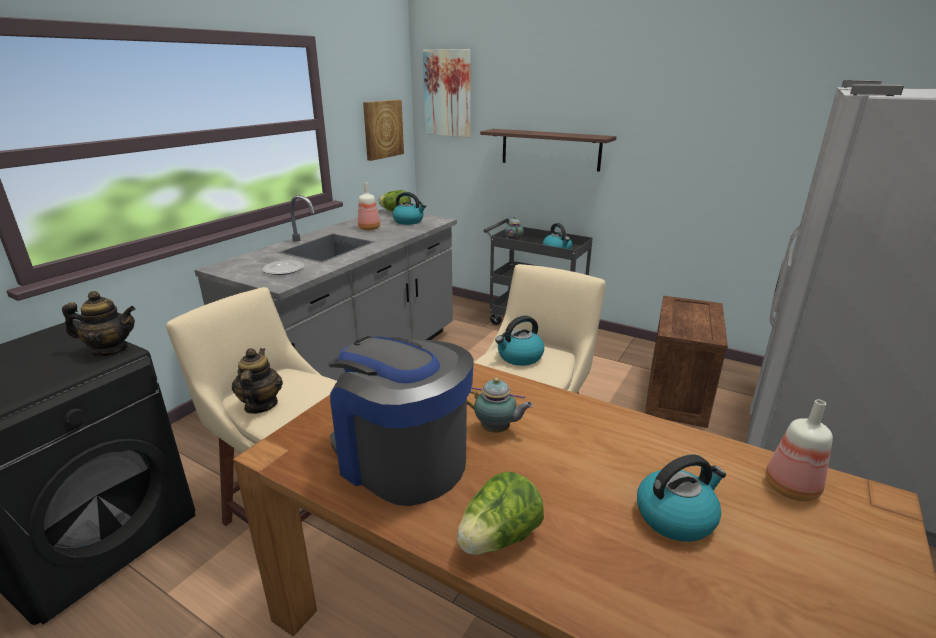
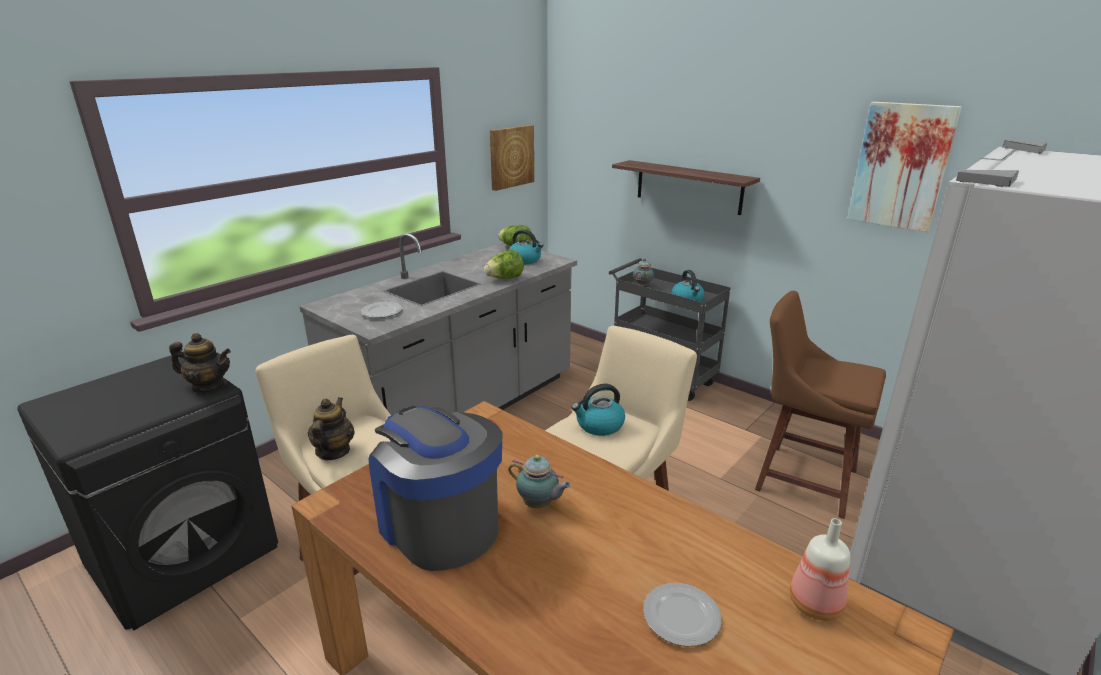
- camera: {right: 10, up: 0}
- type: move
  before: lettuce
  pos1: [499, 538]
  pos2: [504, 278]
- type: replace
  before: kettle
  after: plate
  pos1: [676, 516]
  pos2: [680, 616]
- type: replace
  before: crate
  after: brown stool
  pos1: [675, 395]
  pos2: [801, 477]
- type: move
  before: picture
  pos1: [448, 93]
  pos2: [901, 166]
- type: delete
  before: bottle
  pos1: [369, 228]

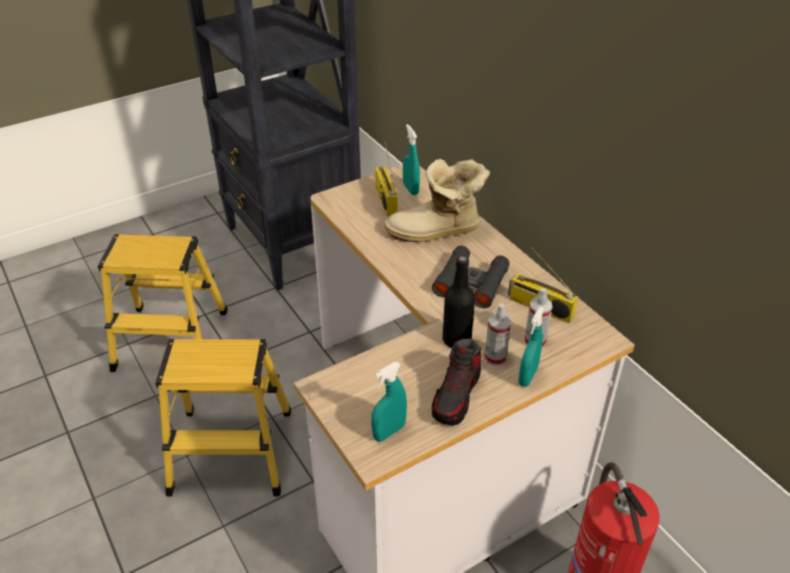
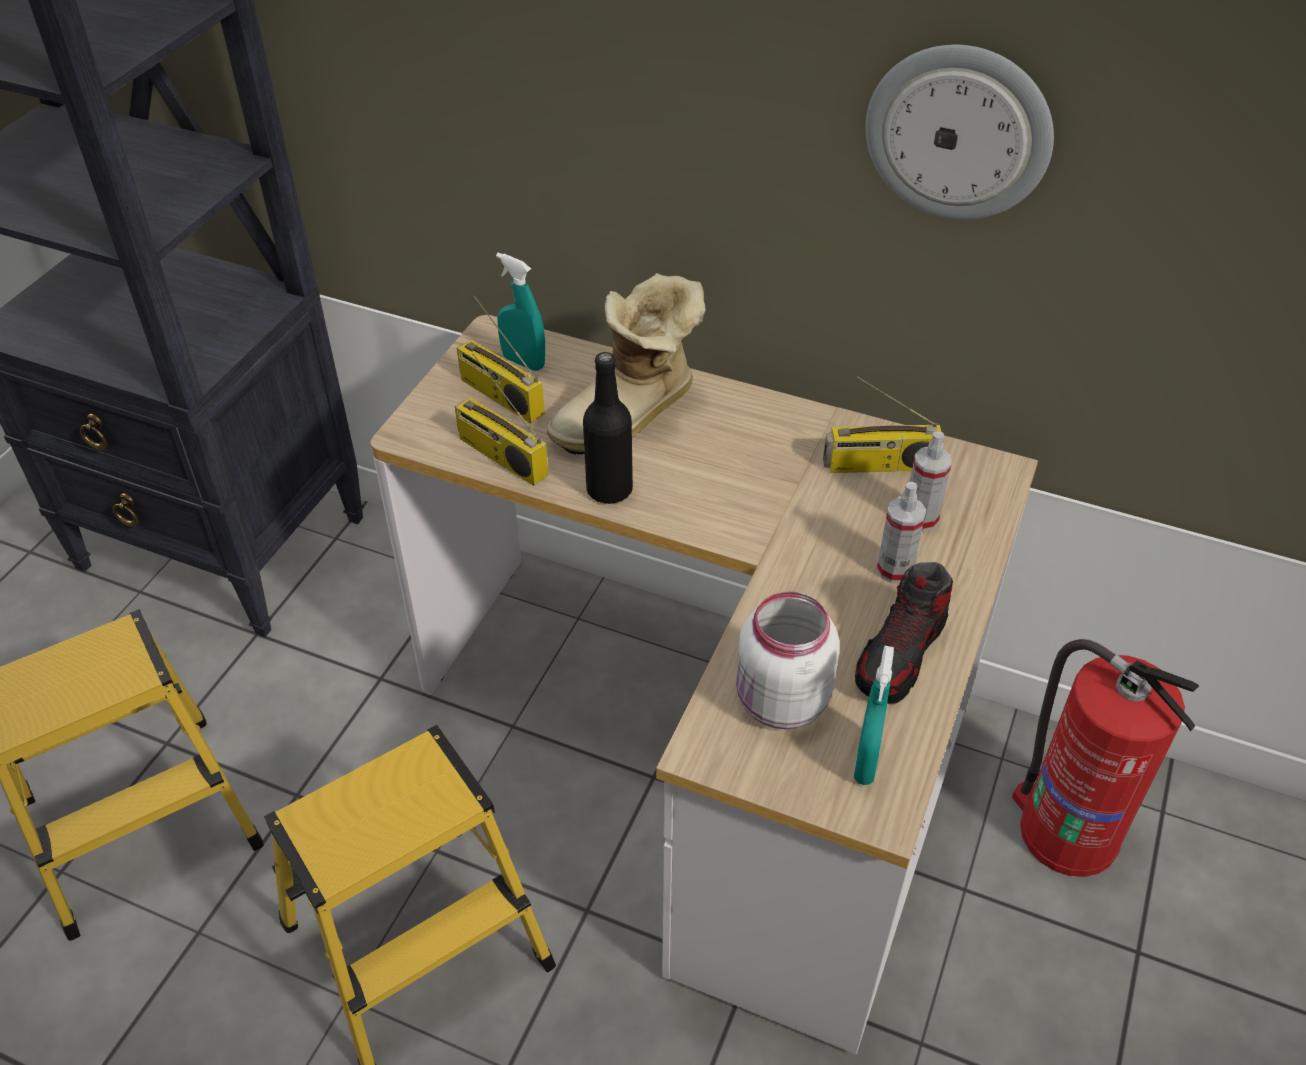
- camera: {right: -35, up: 5}
- type: insert
  after: radio
  pos2: [500, 456]
- type: move
  before: black bottle
  pos1: [456, 340]
  pos2: [609, 490]
- type: insert
  after: white jar
  pos2: [780, 702]
- type: rotate
  before: shoe
  pos1: [456, 396]
  pos2: [900, 655]
  turn: 45
- type: insert
  after: wall clock
  pos2: [958, 132]
- type: delete
  before: black binoculars
  pos1: [471, 282]
- type: delete
  before: turquoise spray bottle
  pos1: [527, 376]

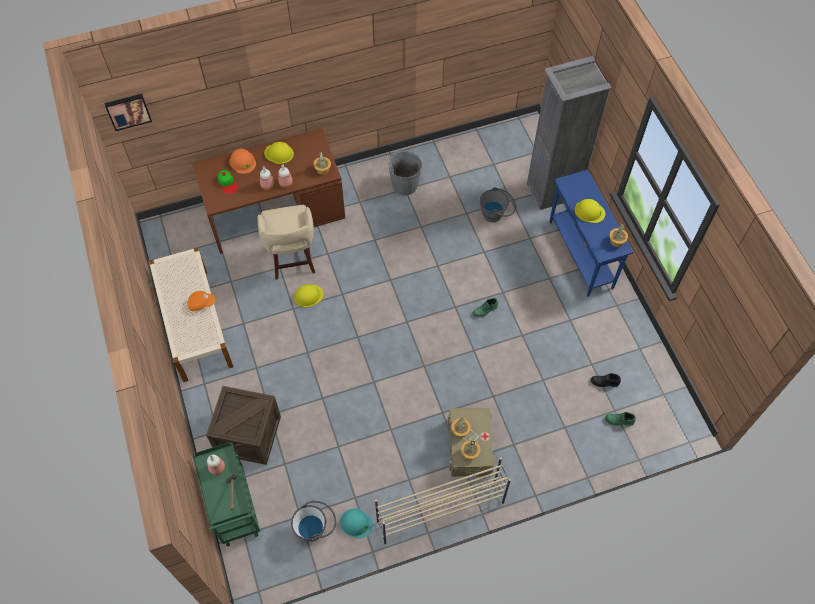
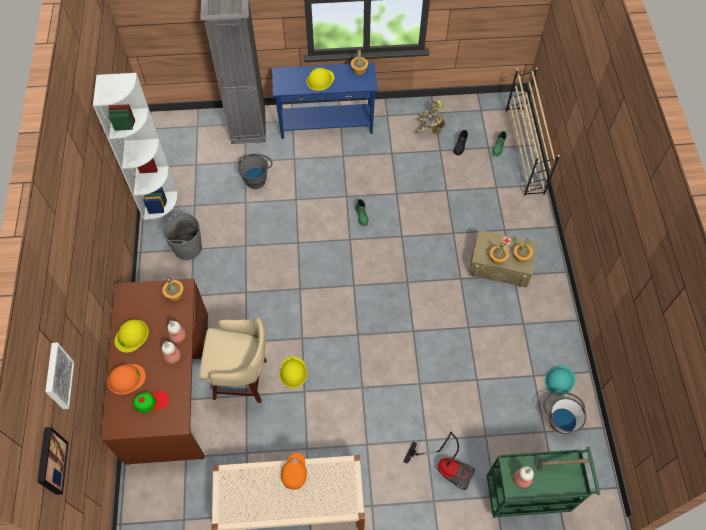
- camera: {right: -75, up: 0}
- type: insert
  after: picture
  pos2: [57, 376]
- type: insert
  after: white bookcase
  pos2: [160, 207]
- type: replace
  before: crate
  after: vacuum cleaner
  pos1: [248, 435]
  pos2: [445, 467]
- type: insert
  after: potted plant
  pos2: [429, 127]
- type: move
  before: beige shoe rack
  pos1: [440, 512]
  pos2: [524, 152]

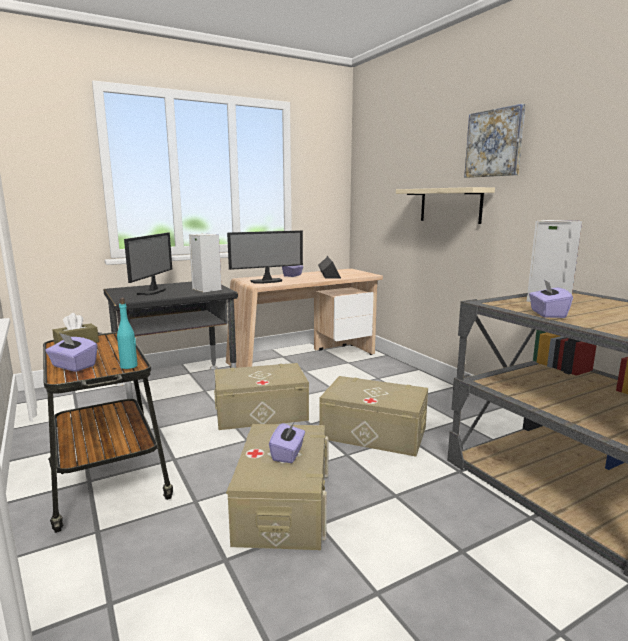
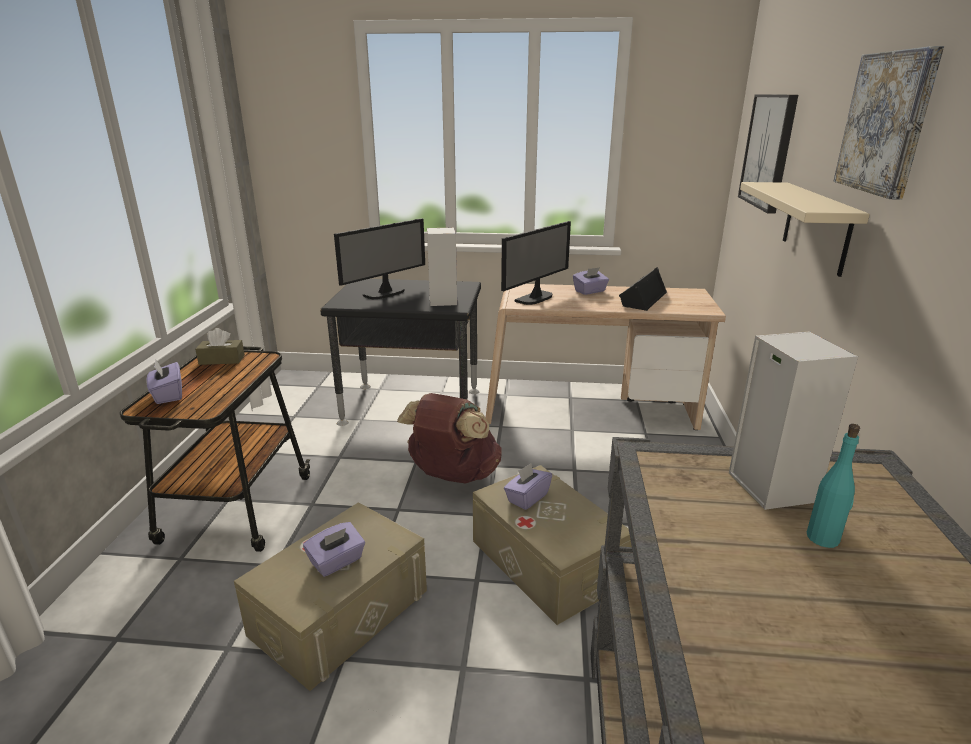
- camera: {right: 35, up: 10}
- type: replace
  before: beige storage box
  after: brown backpack
  pos1: [260, 412]
  pos2: [452, 476]
- type: rotate
  before: monitor
  pos1: [267, 281]
  pos2: [535, 298]
  turn: -60
- type: move
  before: purple tissue box
  pos1: [547, 314]
  pos2: [527, 498]
- type: insert
  after: picture
  pos2: [768, 151]
- type: move
  before: turquoise bottle
  pos1: [129, 366]
  pos2: [823, 538]

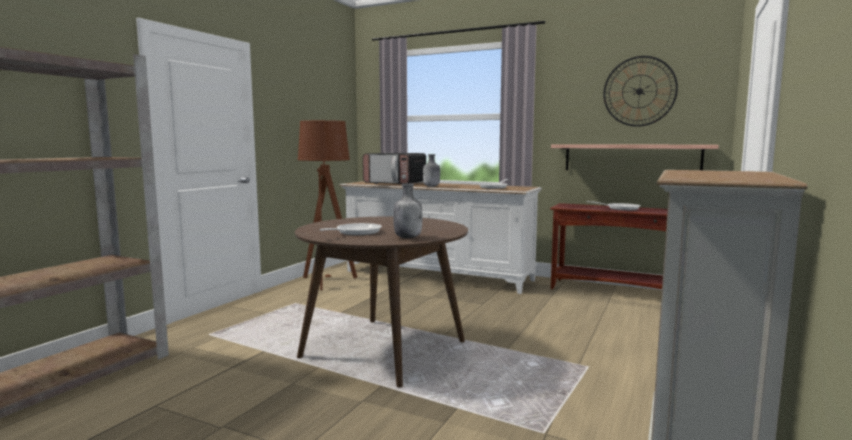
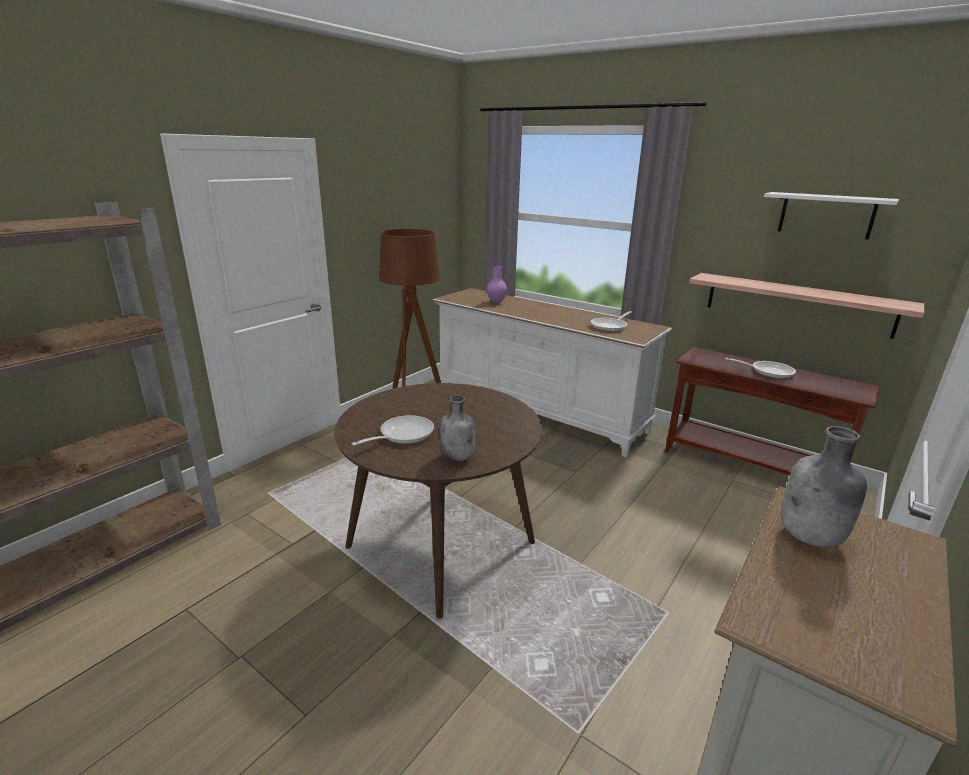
- camera: {right: 10, up: 15}
- type: replace
  before: microwave
  after: purple vase
  pos1: [395, 183]
  pos2: [497, 302]
- type: replace
  before: wall clock
  after: white shelf
  pos1: [639, 91]
  pos2: [826, 215]
- type: move
  before: grey bottle
  pos1: [431, 186]
  pos2: [810, 537]

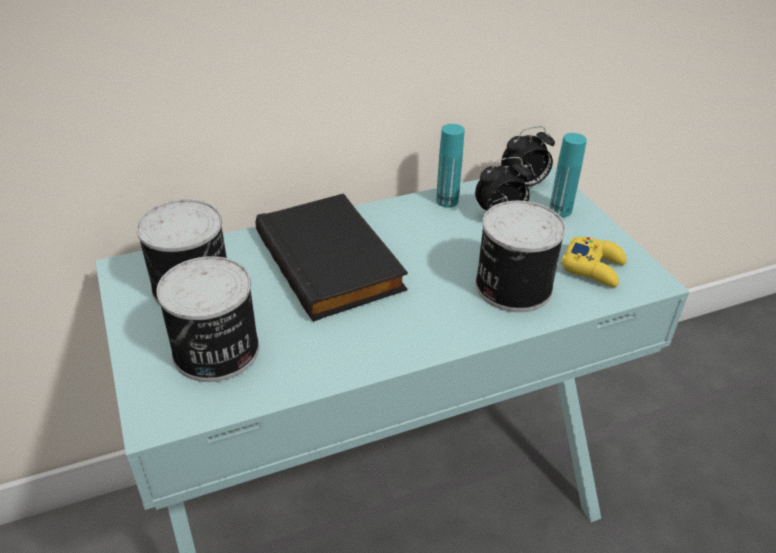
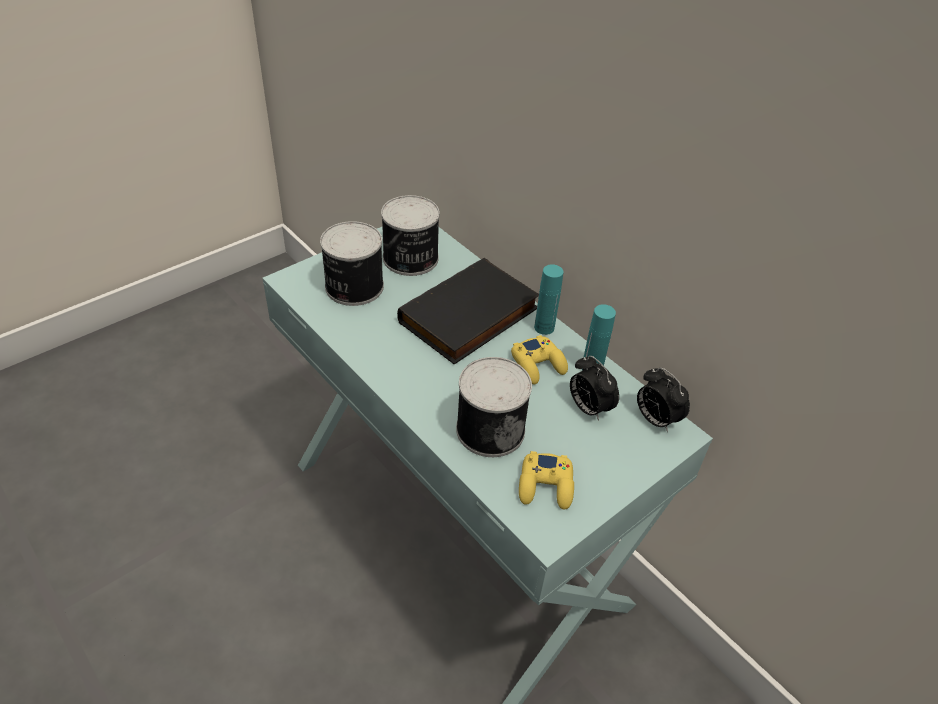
- camera: {right: 70, up: 5}
- type: insert
  after: yellow game controller
  pos2: [538, 364]
- type: move
  before: turquoise bottle
  pos1: [560, 210]
  pos2: [544, 327]

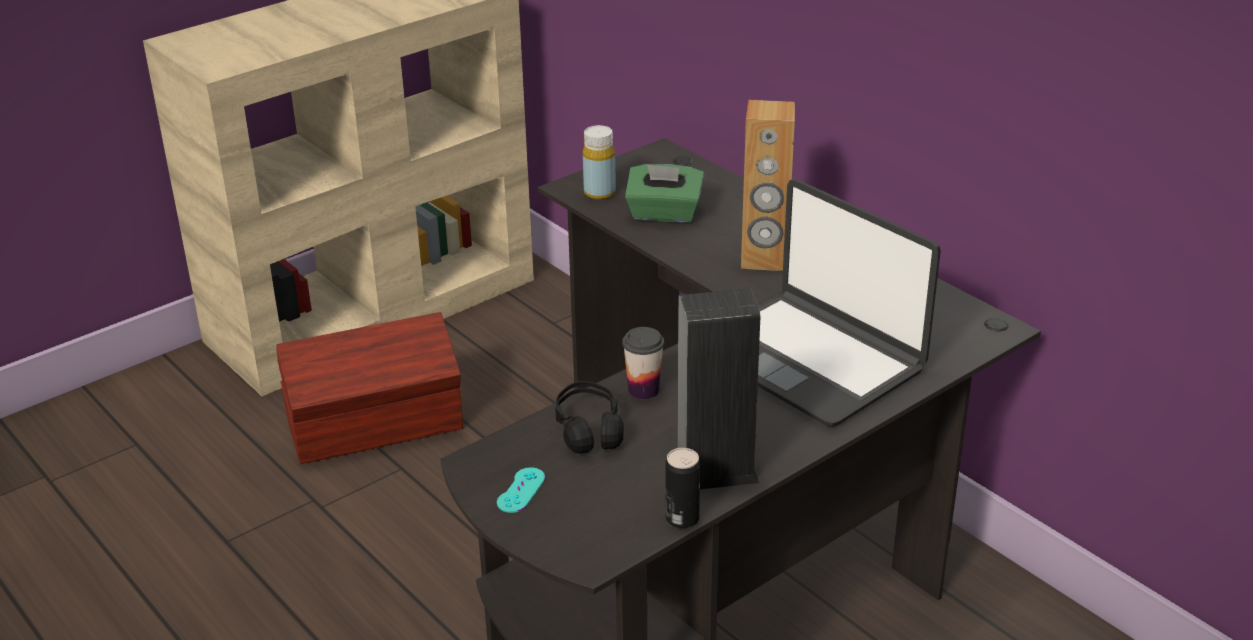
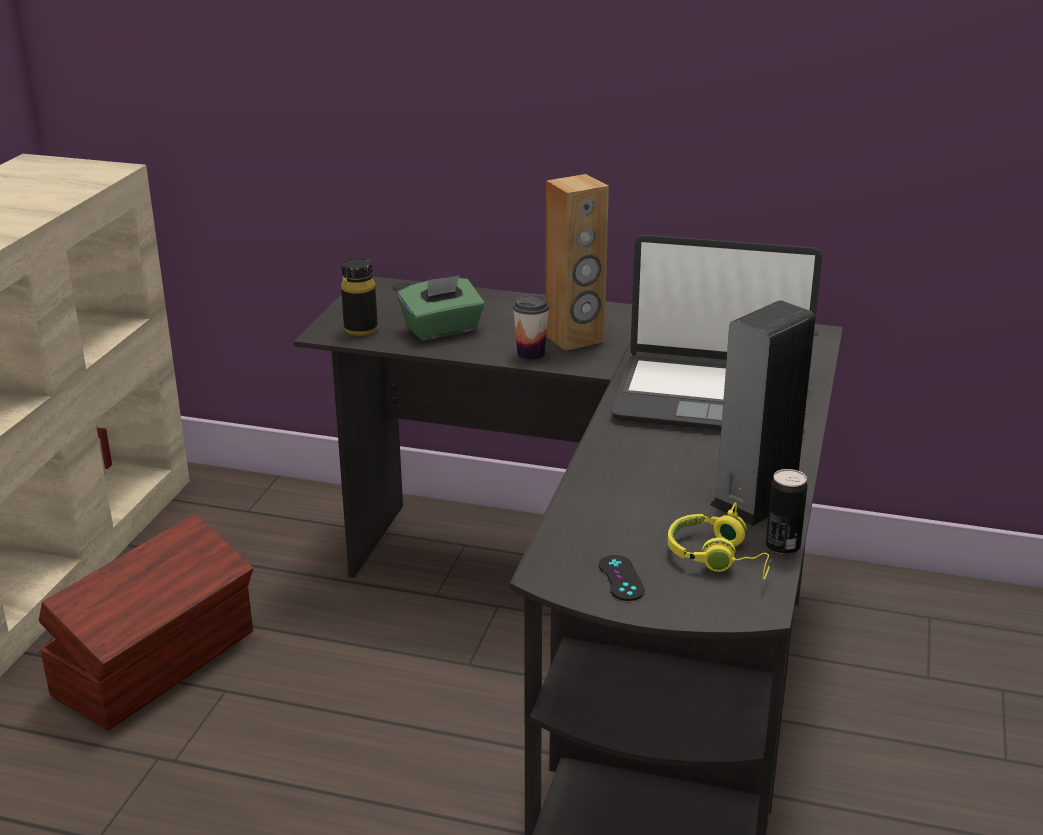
- camera: {right: -35, up: -5}
- type: recolor
  before: yellow bottle
  after: black bottle
  pos1: [599, 193]
  pos2: [361, 330]
- type: move
  before: cup
  pos1: [643, 390]
  pos2: [531, 354]
- type: recolor
  before: turquoise game controller
  after: black game controller
  pos1: [521, 490]
  pos2: [621, 578]
- type: insert
  after: yellow headphones
  pos2: [719, 558]
- type: delete
  before: black headphones
  pos1: [588, 429]

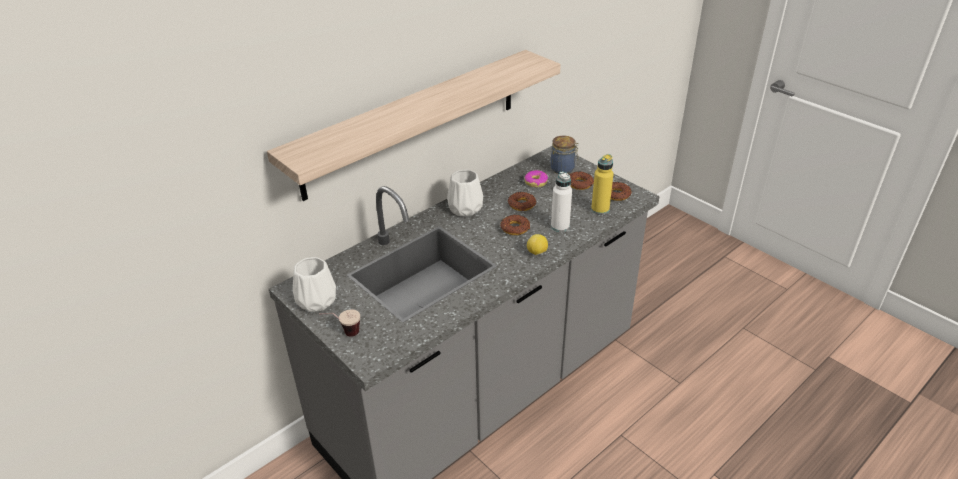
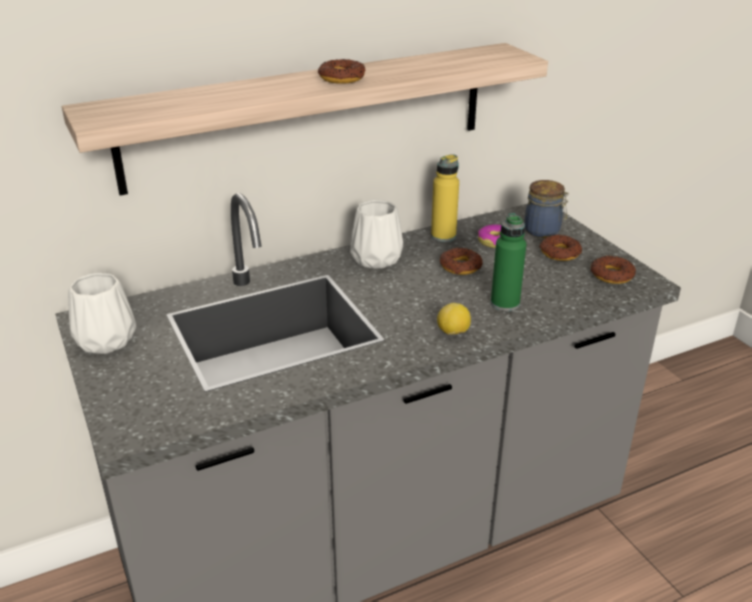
- camera: {right: 15, up: -5}
- type: move
  before: donut
  pos1: [515, 228]
  pos2: [342, 78]
- type: move
  before: yellow bottle
  pos1: [600, 209]
  pos2: [443, 236]
- type: recolor
  before: white bottle
  after: green bottle
  pos1: [560, 226]
  pos2: [505, 303]
- type: delete
  before: cup
  pos1: [343, 334]

